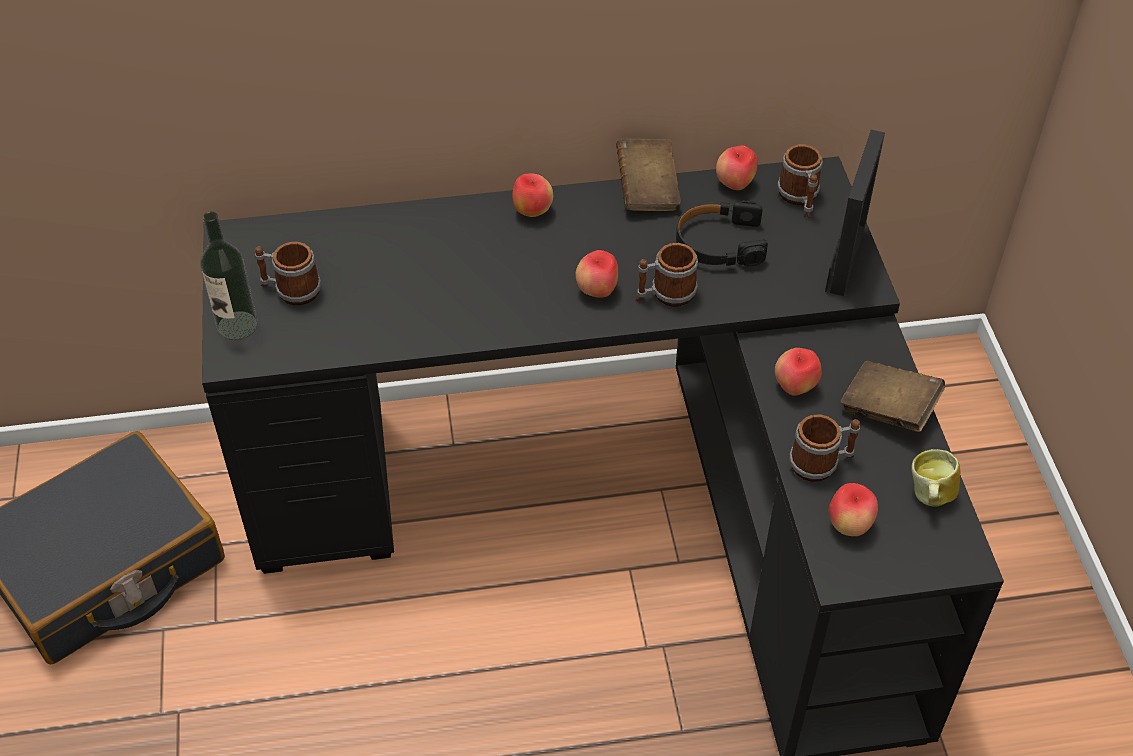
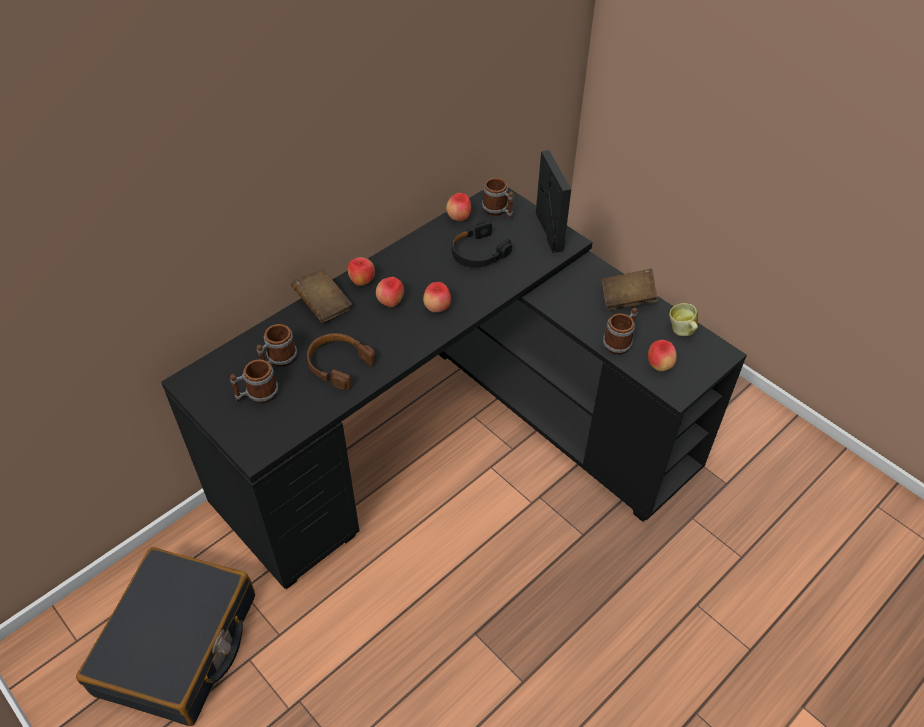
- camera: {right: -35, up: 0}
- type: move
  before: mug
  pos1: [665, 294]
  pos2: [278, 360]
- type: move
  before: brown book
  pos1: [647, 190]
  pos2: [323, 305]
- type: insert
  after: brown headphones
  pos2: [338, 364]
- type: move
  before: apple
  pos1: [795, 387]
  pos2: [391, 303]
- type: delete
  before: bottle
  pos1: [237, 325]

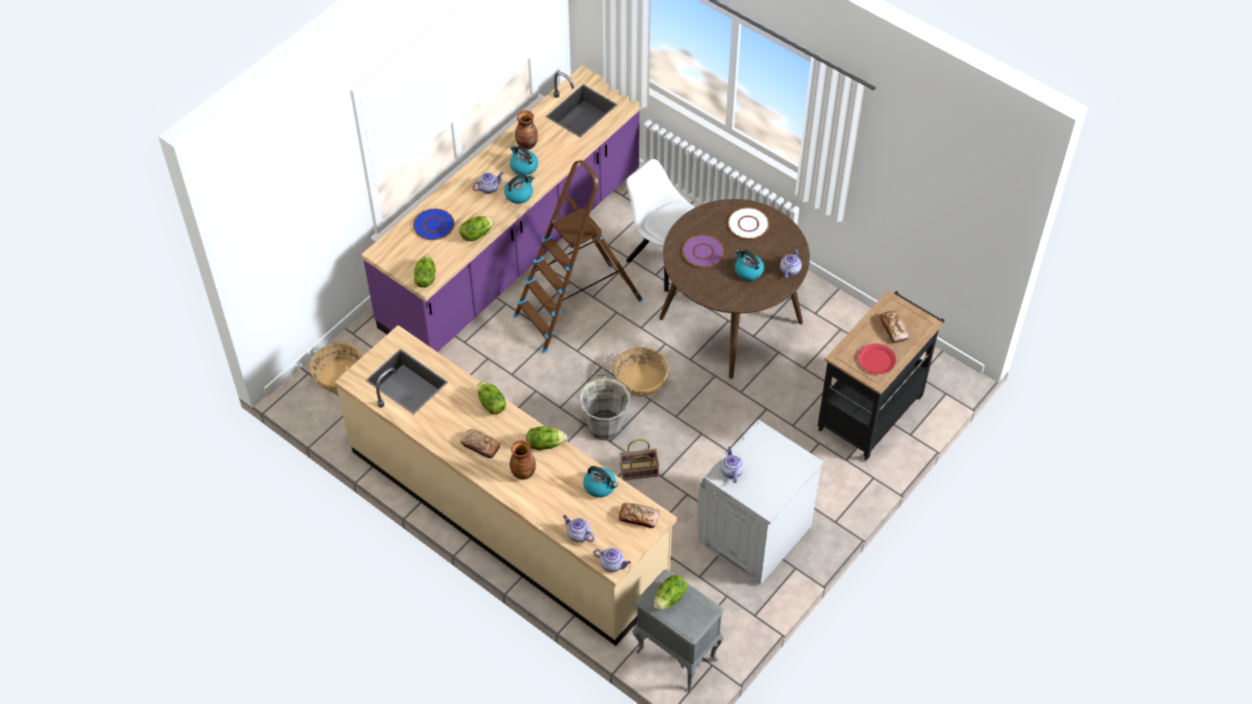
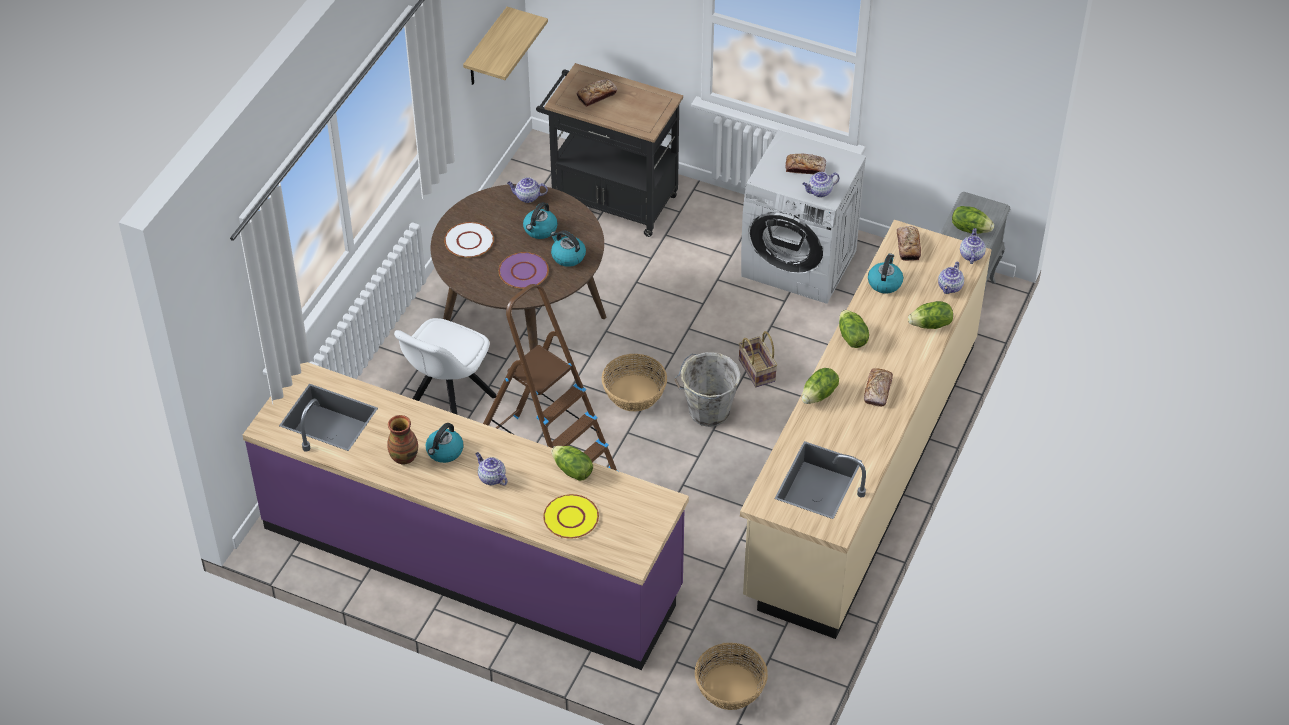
- camera: {right: -105, up: -5}
- type: insert
  after: shelf
  pos2: [486, 49]
- type: recolor
  before: blue plate
  after: yellow plate
  pos1: [433, 225]
  pos2: [570, 518]
- type: move
  before: kettle
  pos1: [519, 194]
  pos2: [567, 256]
- type: insert
  after: bread
  pos2: [805, 167]
- type: move
  before: lettuce
  pos1: [425, 278]
  pos2: [931, 325]
- type: delete
  before: vase
  pos1: [523, 472]
- type: delete
  before: red plate
  pos1: [877, 360]

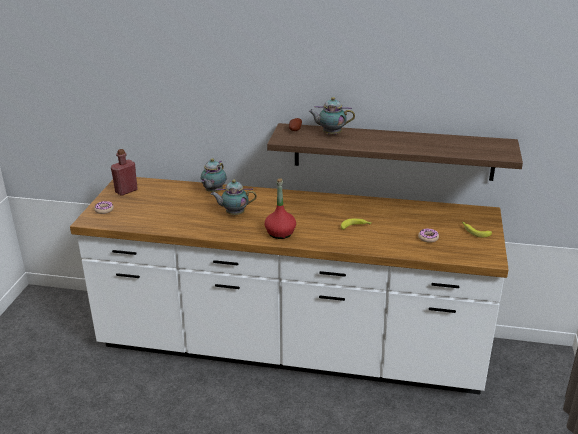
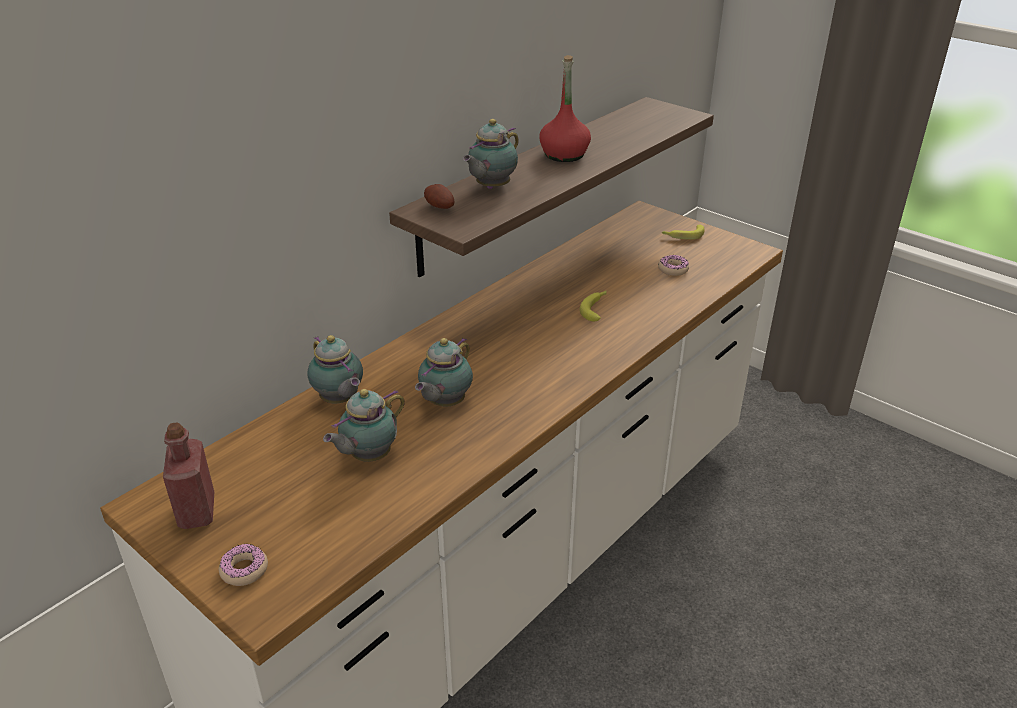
- camera: {right: -60, up: 5}
- type: insert
  after: teapot
  pos2: [368, 456]
- type: move
  before: red bottle
  pos1: [280, 233]
  pos2: [564, 155]

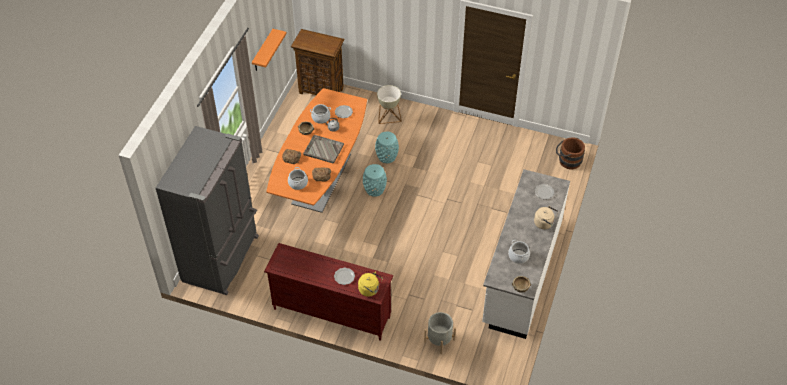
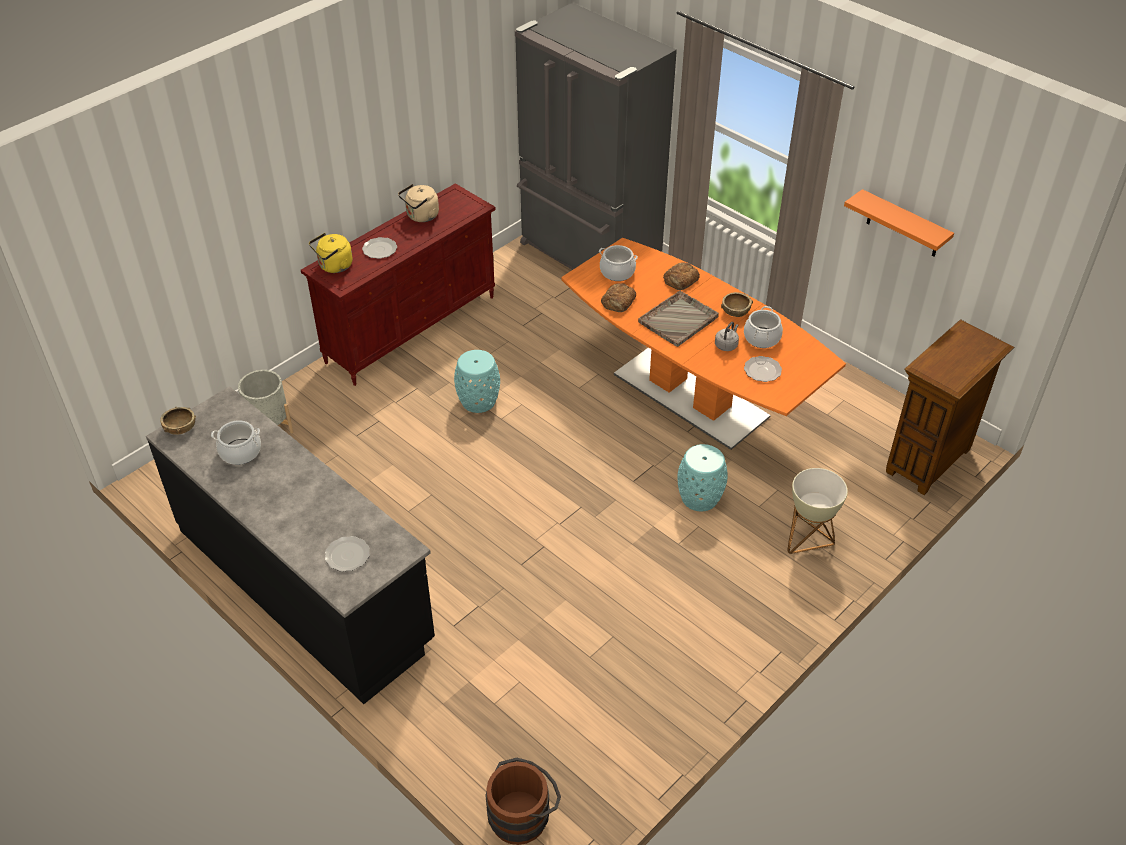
- camera: {right: 115, up: -5}
- type: recolor
  before: white counter
  after: black counter
  pos1: [521, 273]
  pos2: [304, 585]
- type: move
  before: beige kettle
  pos1: [544, 223]
  pos2: [421, 216]
- type: move
  before: turquoise stool
  pos1: [374, 189]
  pos2: [478, 401]

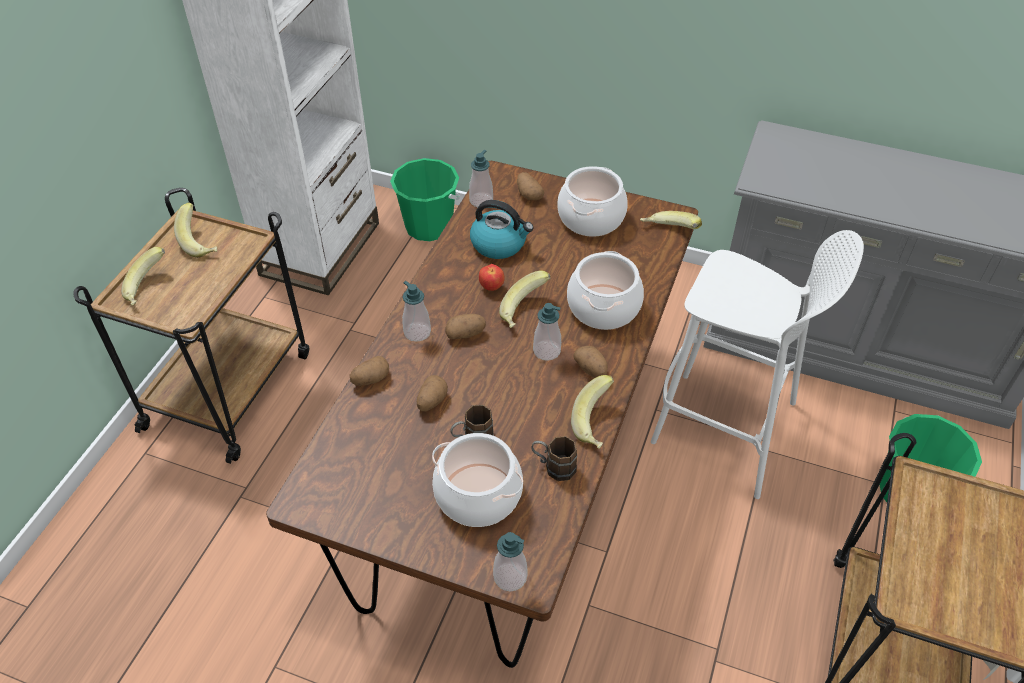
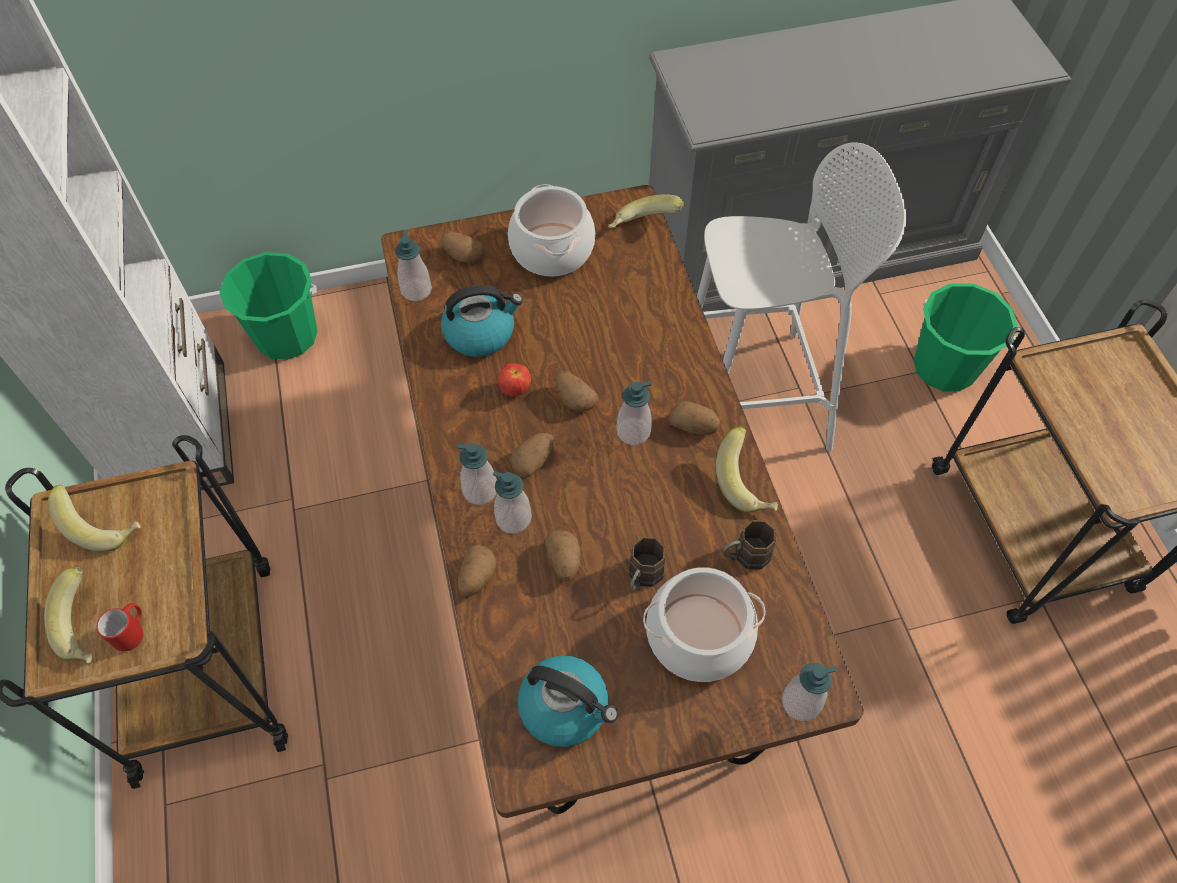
- camera: {right: -35, up: 10}
- type: insert
  after: red mug
  pos2: [132, 632]
- type: insert
  after: soap dispenser
  pos2: [513, 518]
- type: insert
  after: kettle
  pos2: [566, 707]
- type: replace
  before: banana
  after: potato
  pos1: [525, 312]
  pos2: [574, 399]
- type: delete
  before: cooking pot
  pos1: [603, 307]

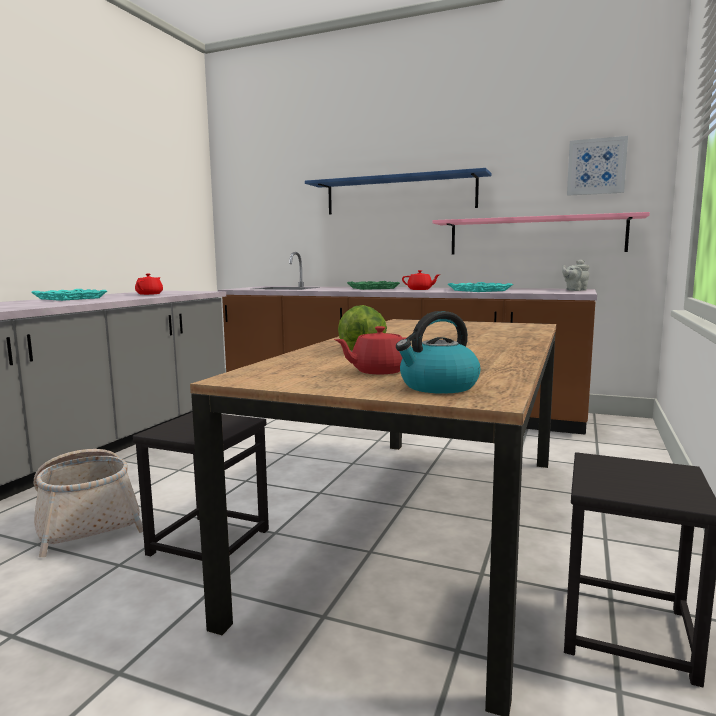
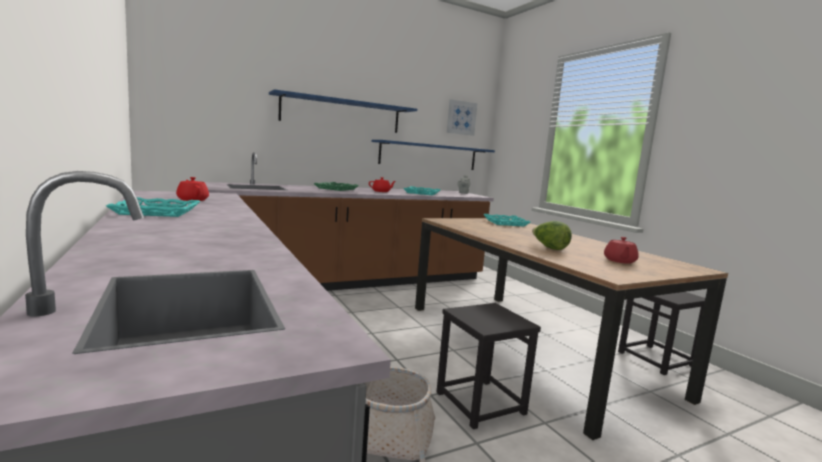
- camera: {right: -50, up: 0}
- type: recolor
  before: pink shelf
  after: blue shelf
  pos1: [535, 236]
  pos2: [429, 156]
- type: insert
  after: turquoise tray
  pos2: [505, 223]
- type: delete
  before: kettle
  pos1: [438, 386]

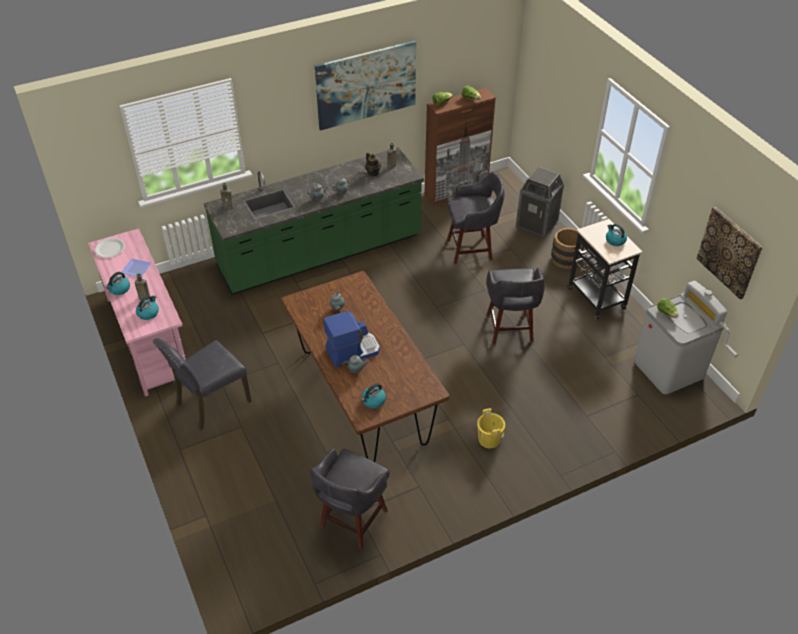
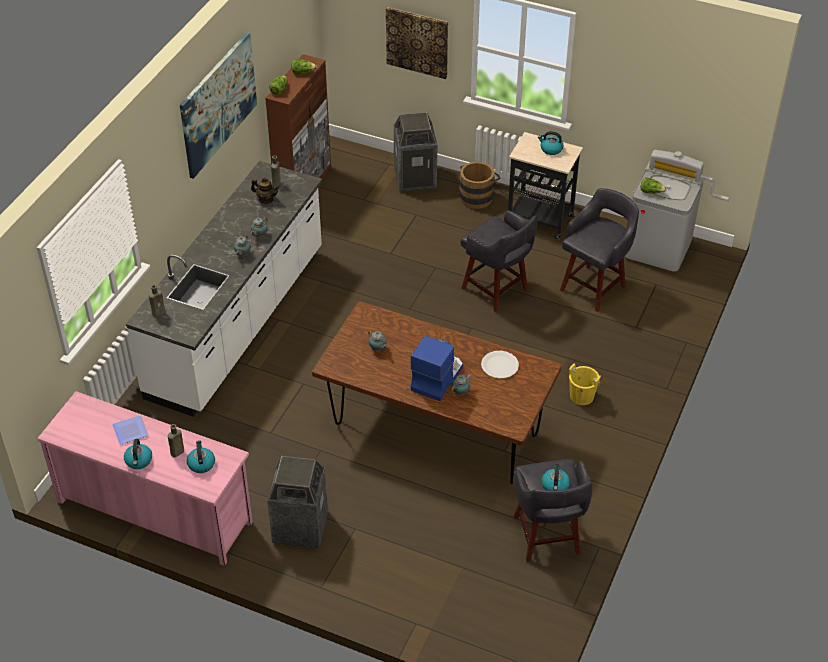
- camera: {right: -40, up: 0}
- type: recolor
  before: green counter
  after: white counter
  pos1: [320, 254]
  pos2: [238, 323]
- type: replace
  before: grey chair
  after: trash can
  pos1: [211, 403]
  pos2: [300, 527]
- type: move
  before: picture
  pos1: [729, 252]
  pos2: [417, 42]
- type: move
  before: white plate
  pos1: [110, 249]
  pos2: [500, 365]
- type: move
  before: kettle
  pos1: [373, 401]
  pos2: [555, 486]
- type: move
  before: grey stool
  pos1: [471, 250]
  pos2: [594, 287]

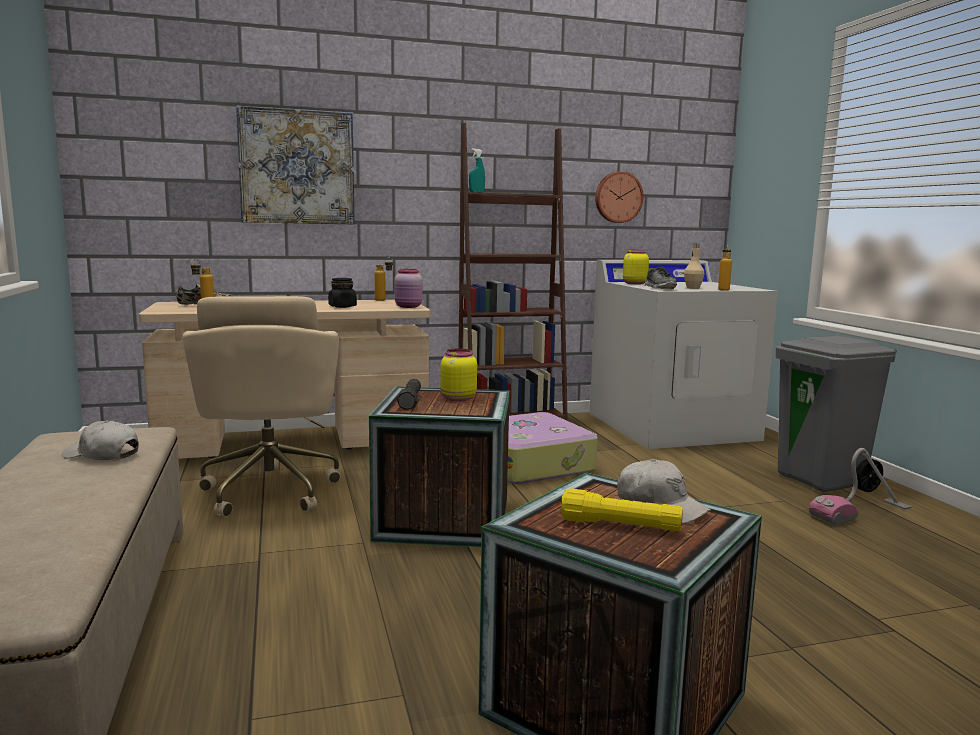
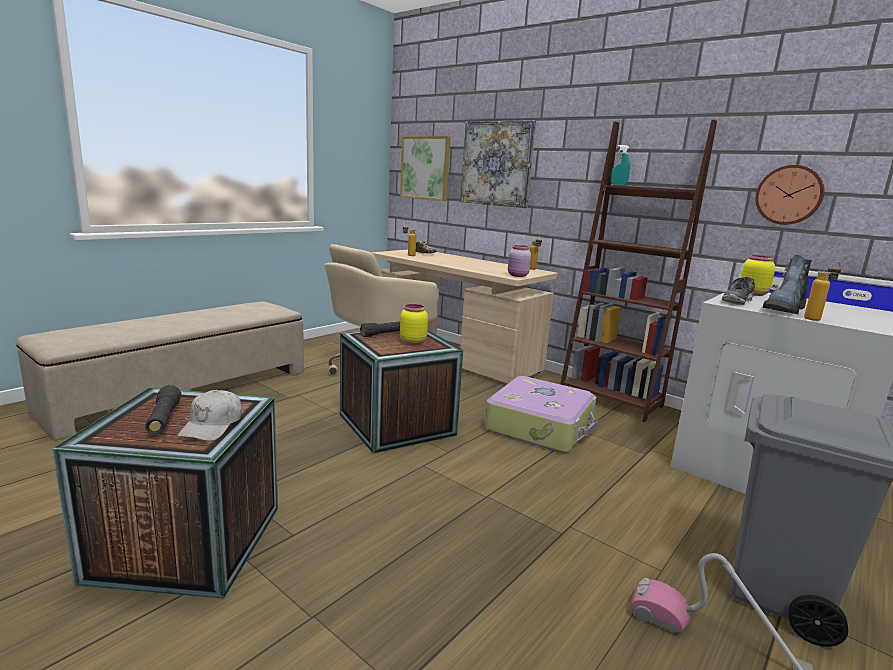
- camera: {right: 55, up: 5}
- type: recolor
  before: yellow flashlight
  after: black flashlight
  pos1: [620, 526]
  pos2: [164, 419]
- type: insert
  after: picture
  pos2: [425, 168]
- type: replace
  before: beige bottle
  after: boot
  pos1: [693, 288]
  pos2: [784, 309]
- type: delete
  before: white cap
  pos1: [102, 455]
- type: delete
  before: black jar
  pos1: [342, 306]

